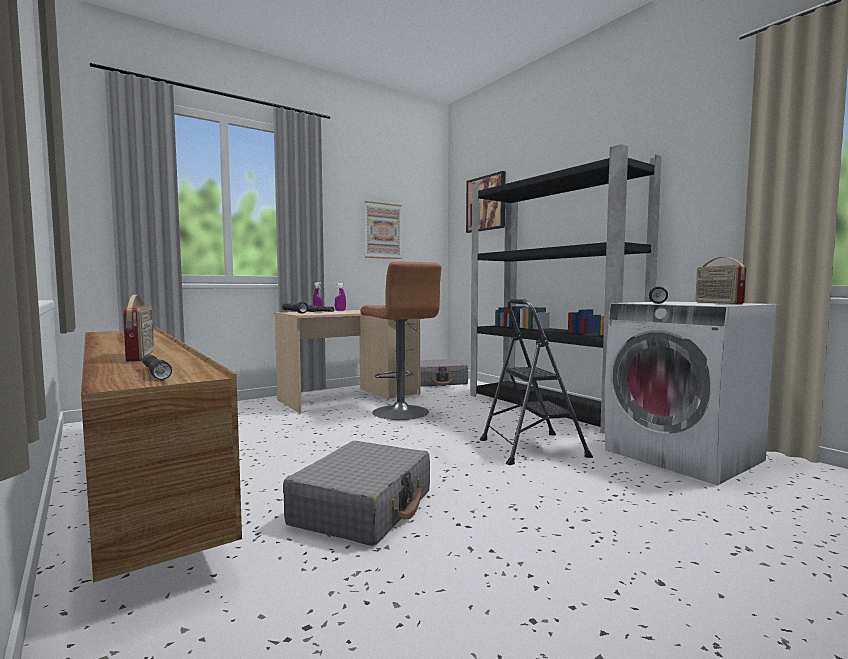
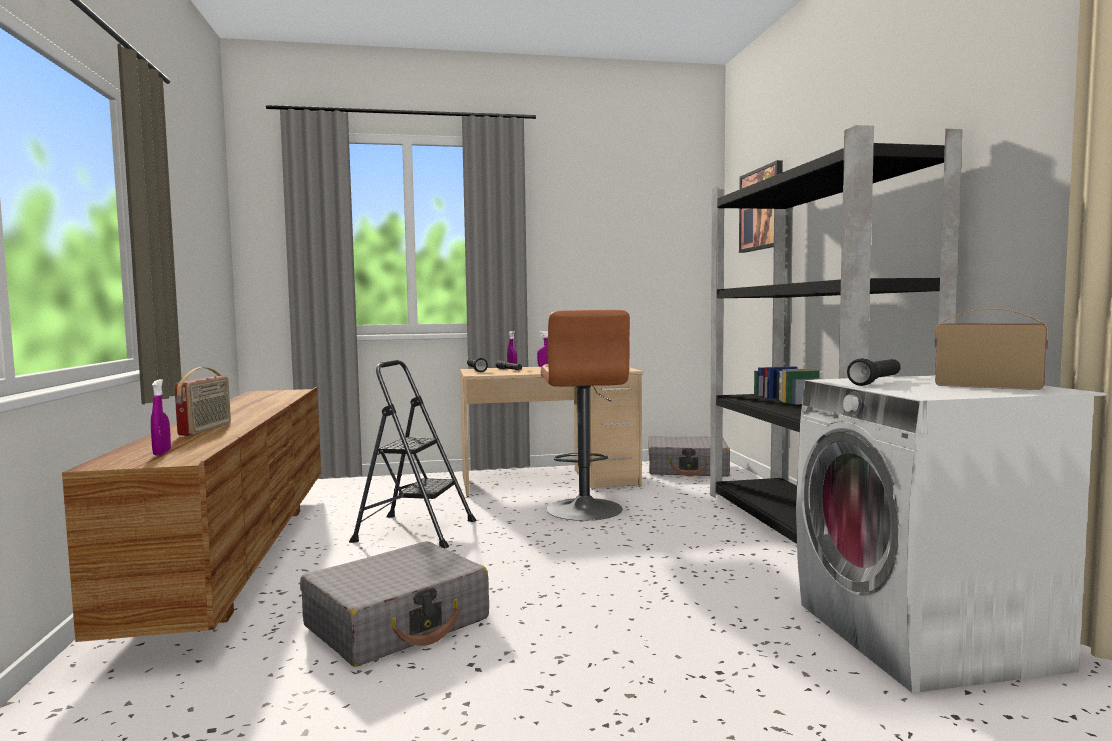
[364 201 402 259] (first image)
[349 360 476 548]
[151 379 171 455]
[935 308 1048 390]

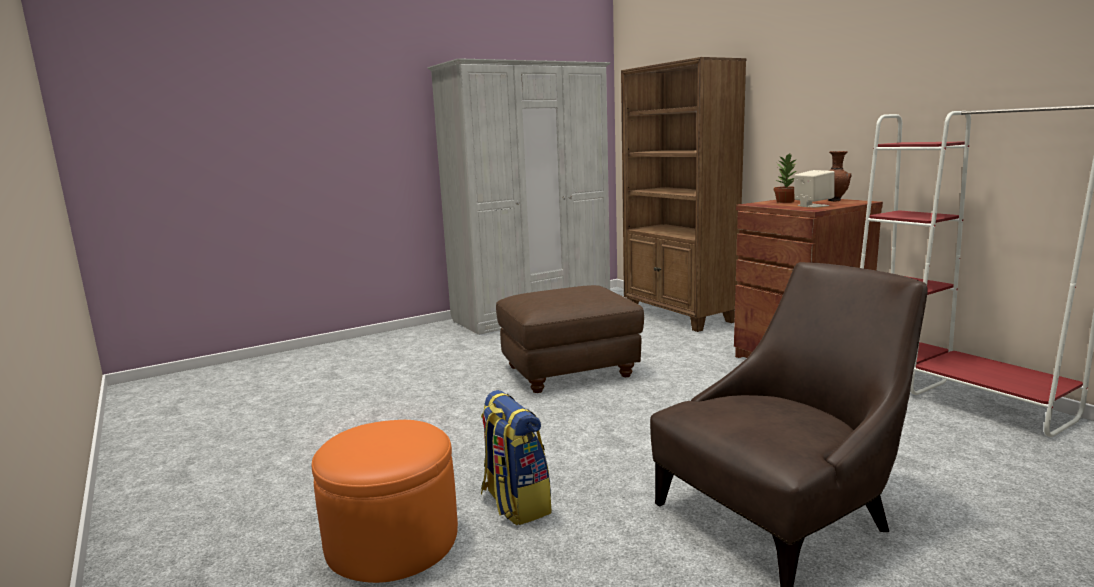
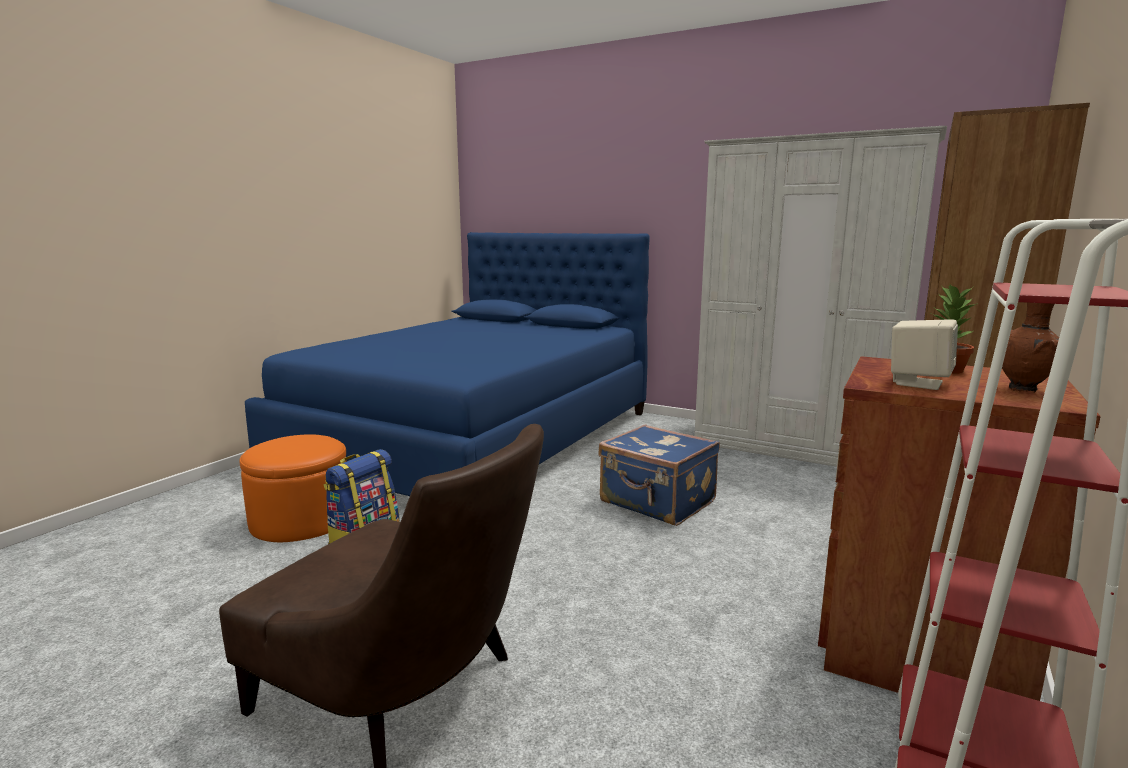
[245 232 650 496]
[598 424 720 526]

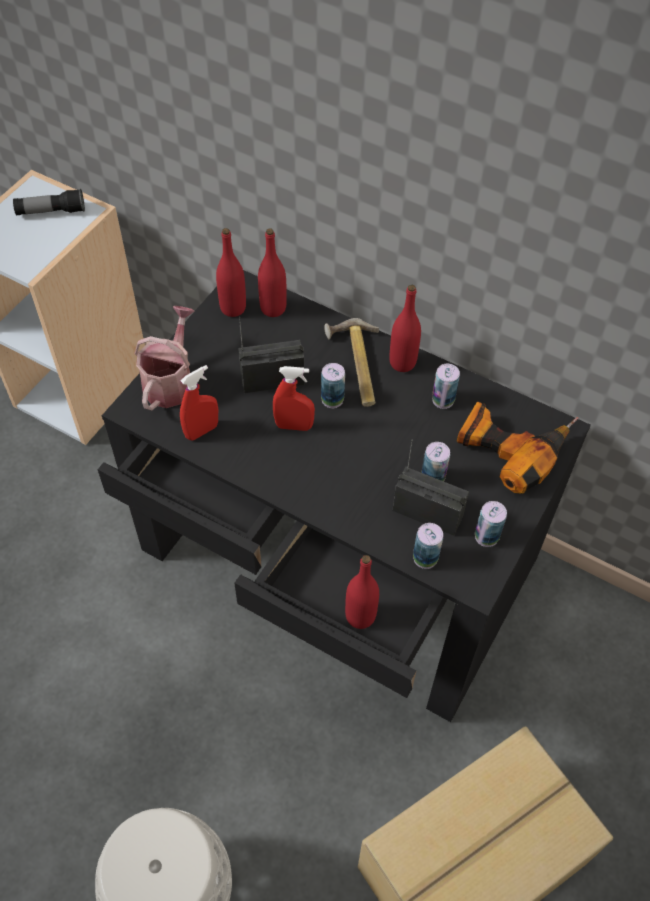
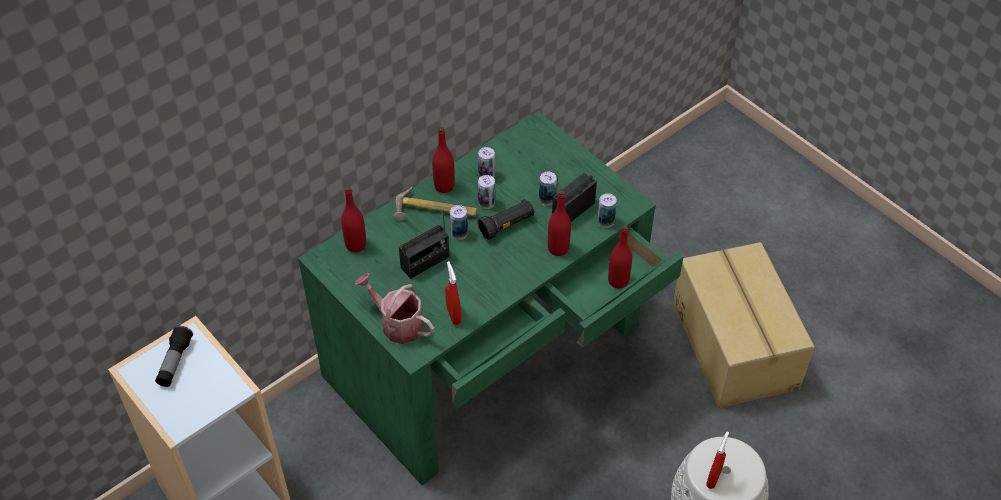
[457 402 579 494] (first image)
[477 199 535 240]
[548 190 571 256]
[706 432 729 489]
[478 175 495 209]
[298 111 683 485]
[399 210 450 279]

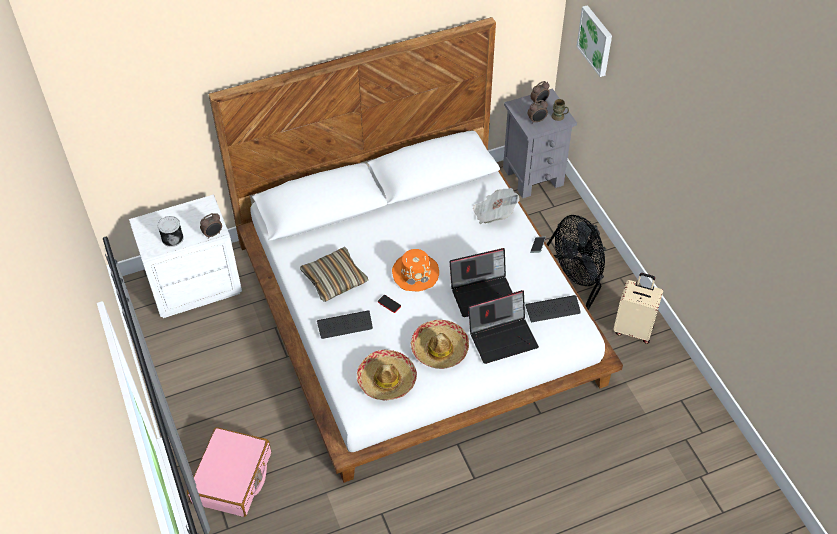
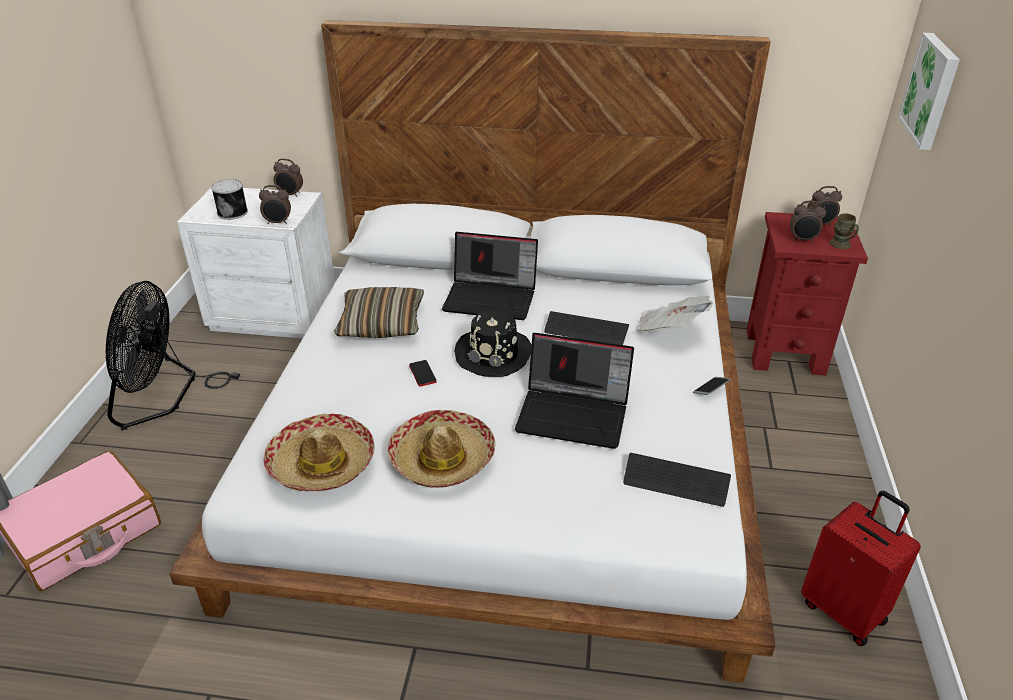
[273 159 303 197]
[544 311 629 345]
[442 232 538 320]
[106 281 240 431]
[454 311 532 377]
[746 212 868 376]
[801 491 921 646]

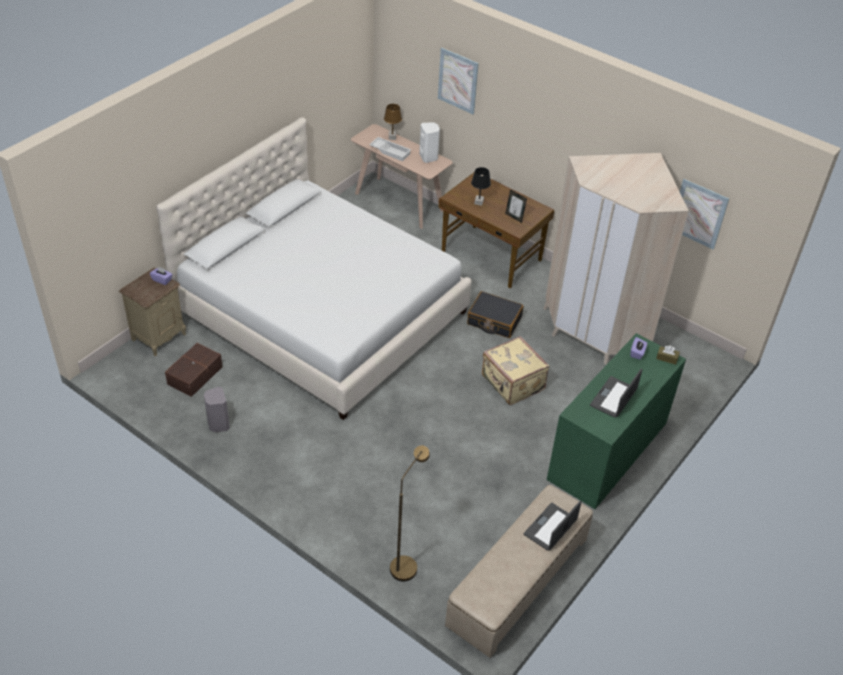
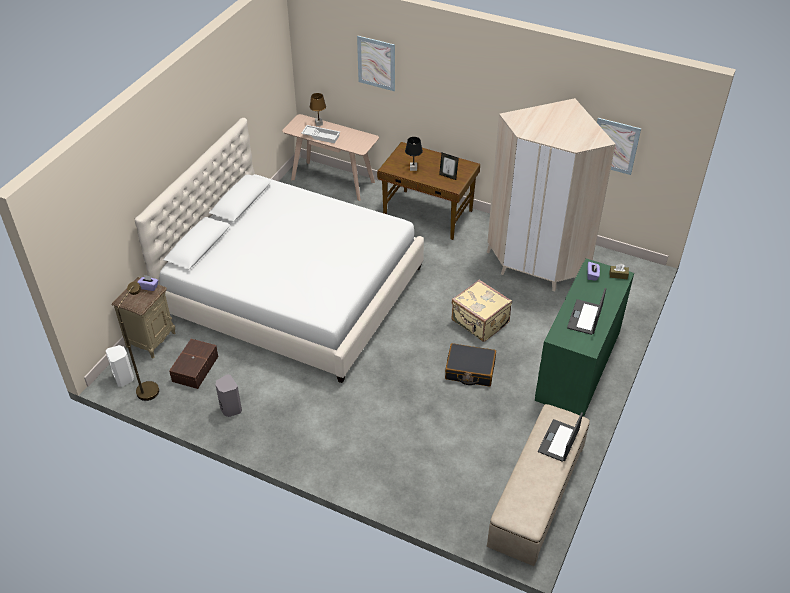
[118 282 159 401]
[106 345 134 387]
[445 343 496 386]

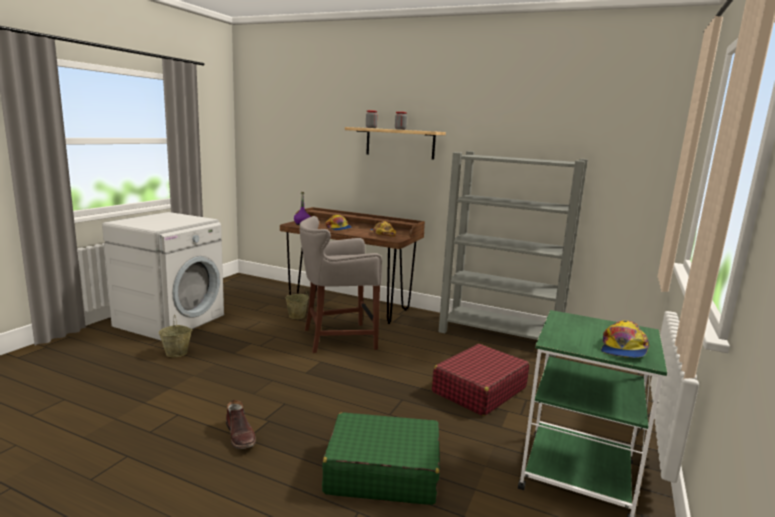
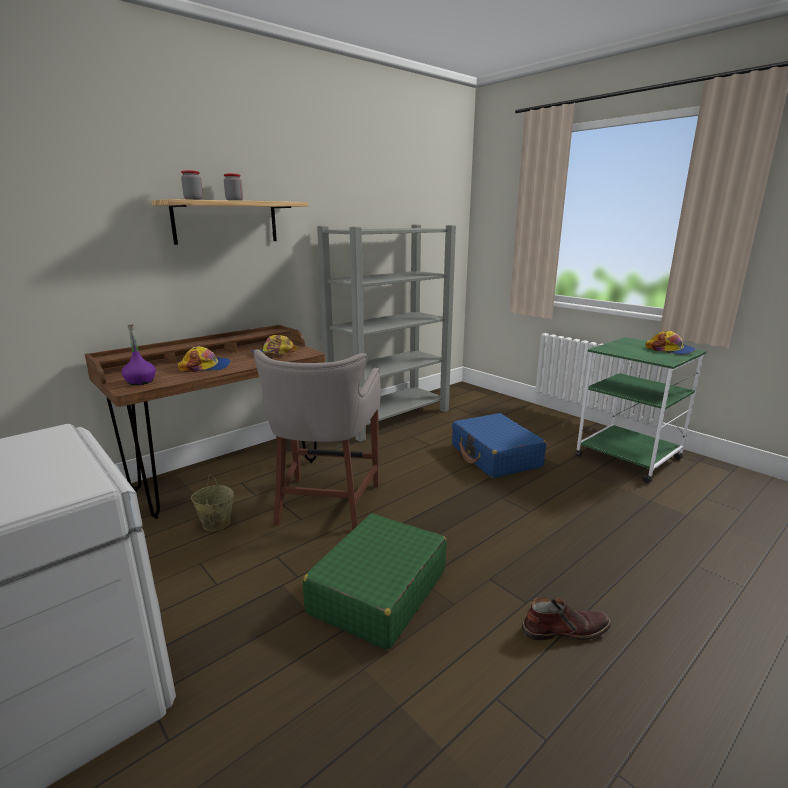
[159 314 192 357] (first image)
[303 514 447 650]
[452 413 546 478]

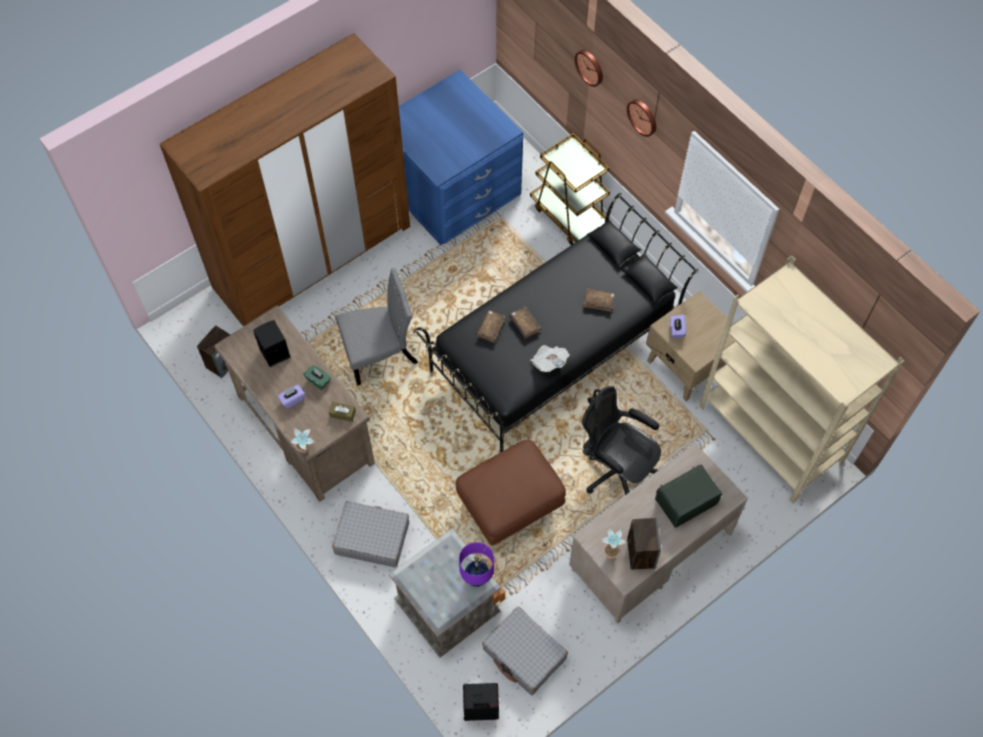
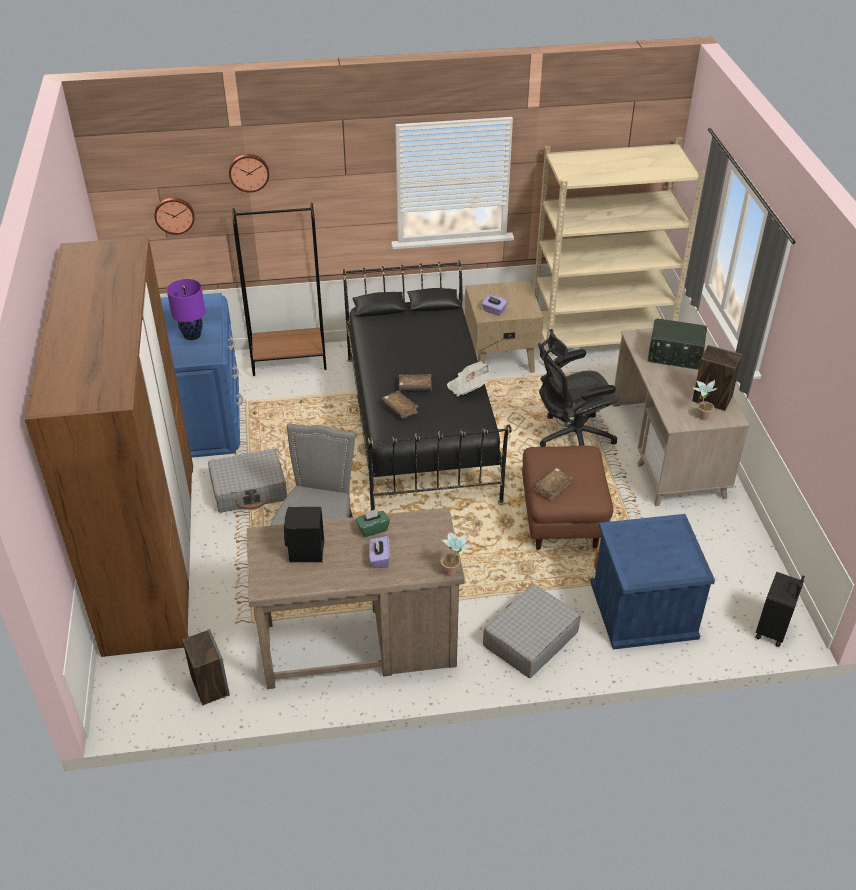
[329 402 356 422] (first image)
[167 279 205 340]
[208 449 287 513]
[534 467 573 501]
[154 198 195 235]
[232 202 327 376]
[590 514 715 649]
[648 319 707 370]

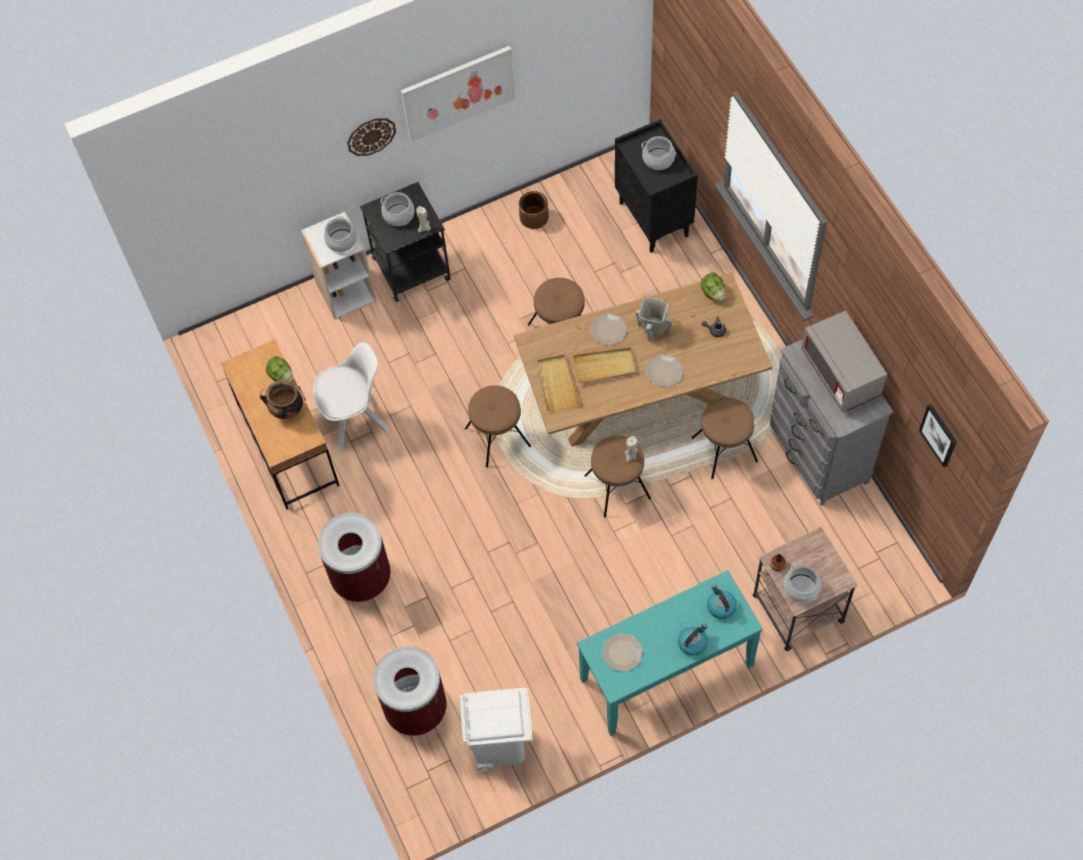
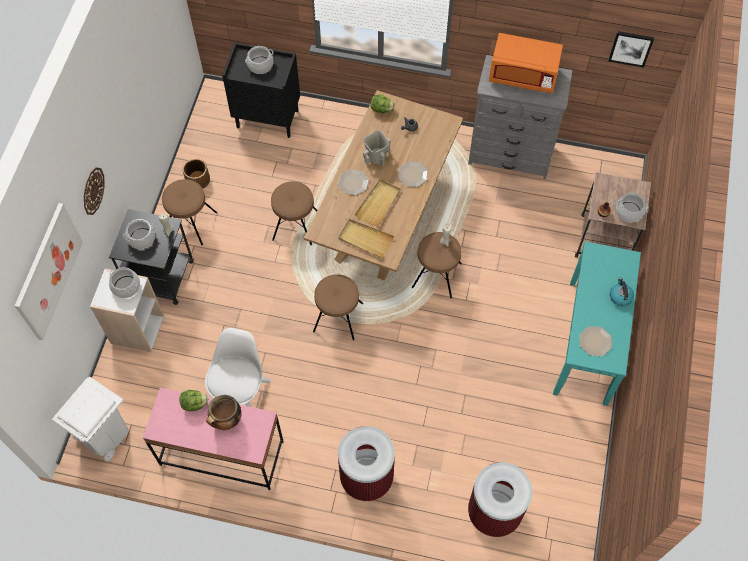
[707 585 737 619] (first image)
[15 203 83 340]
[52 377 128 462]
[162 179 217 245]
[143 387 284 490]
[489 33 563 93]

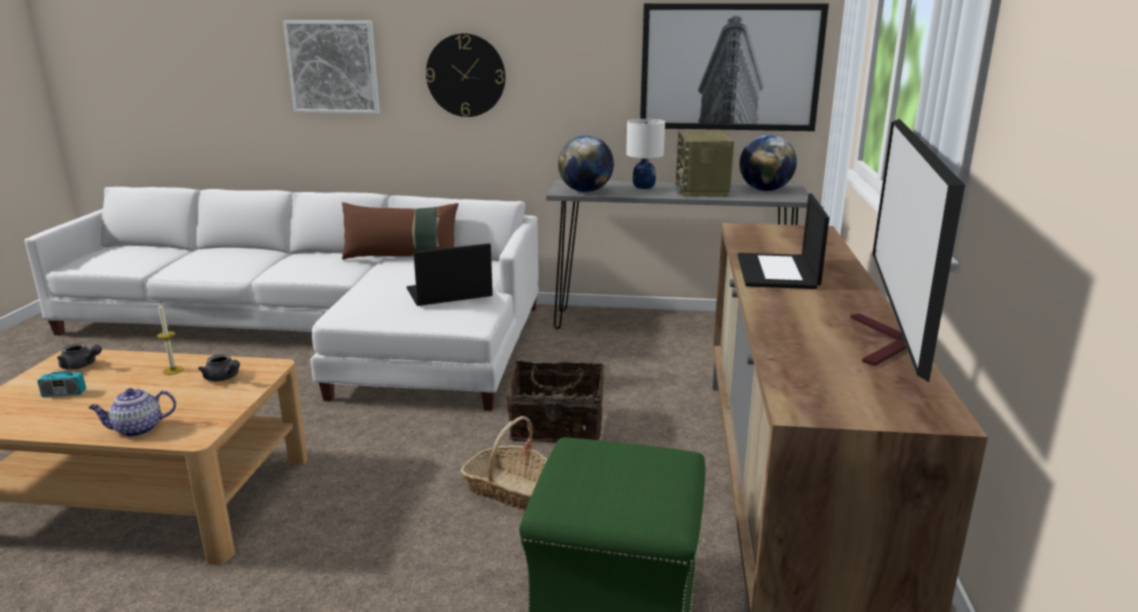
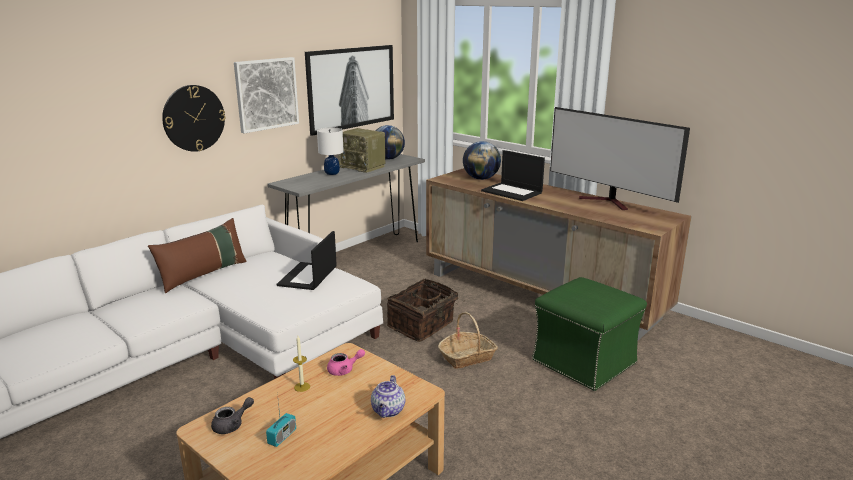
[234 57 299 133]
[463 141 501 180]
[327 349 365 376]

